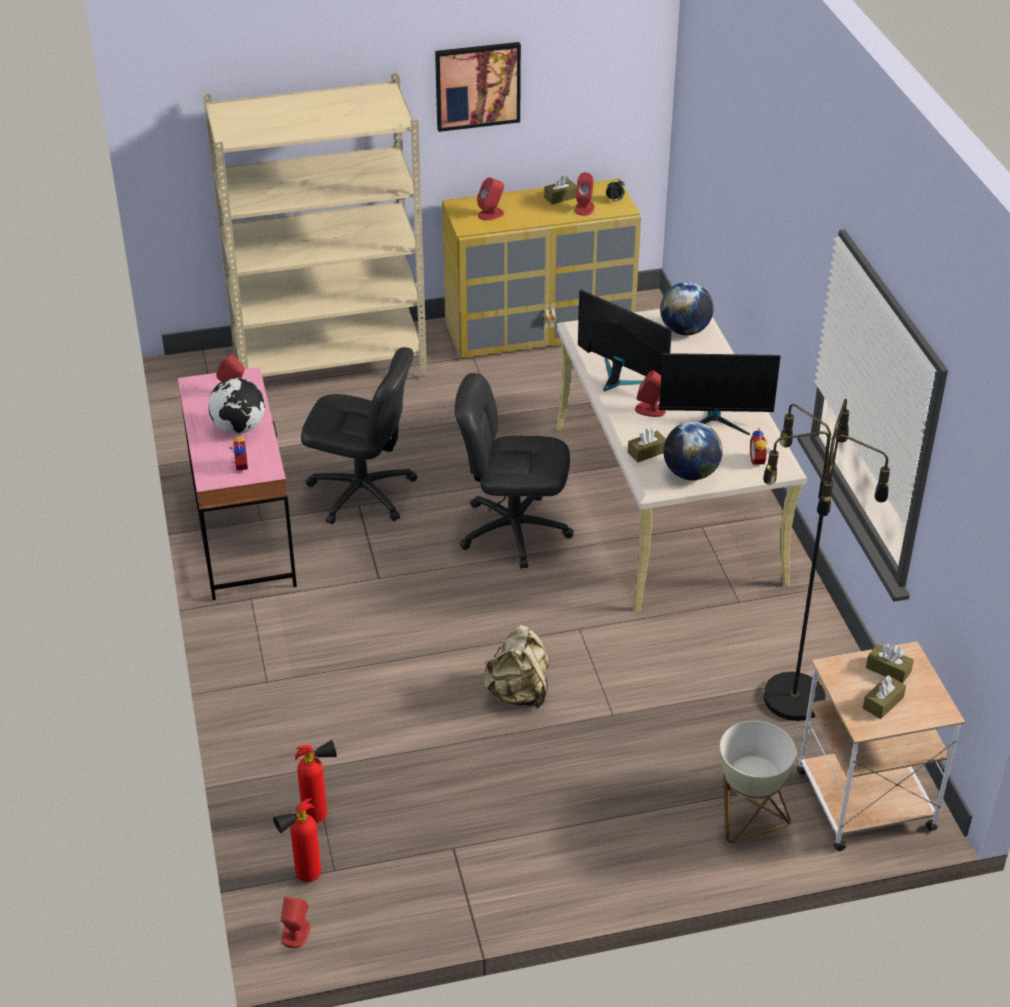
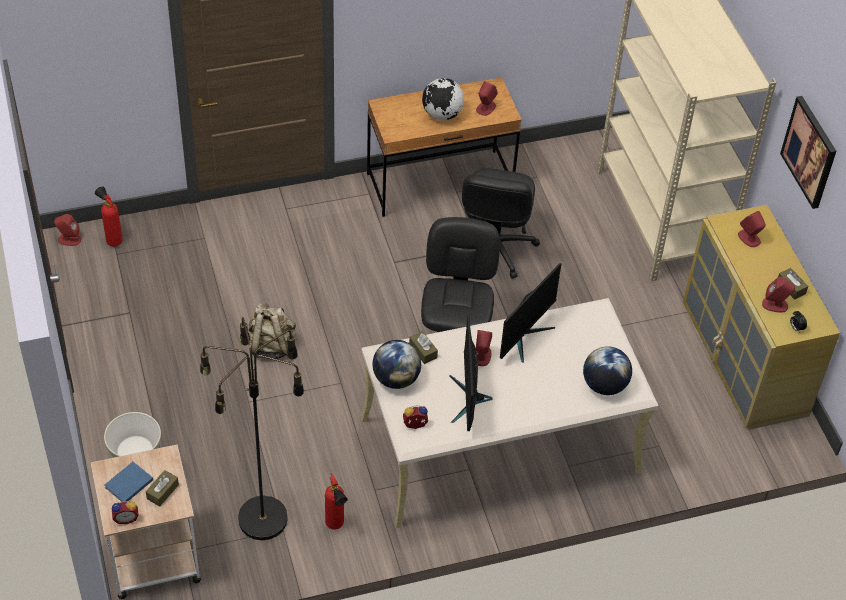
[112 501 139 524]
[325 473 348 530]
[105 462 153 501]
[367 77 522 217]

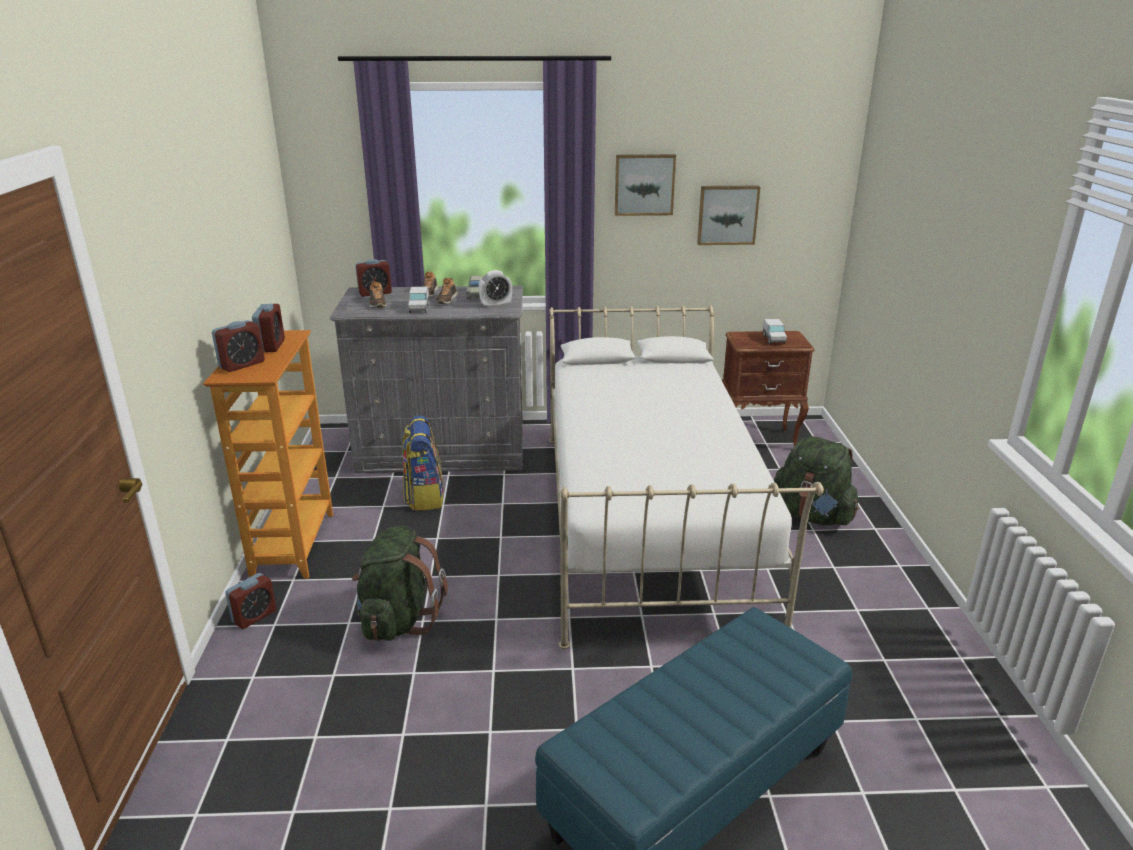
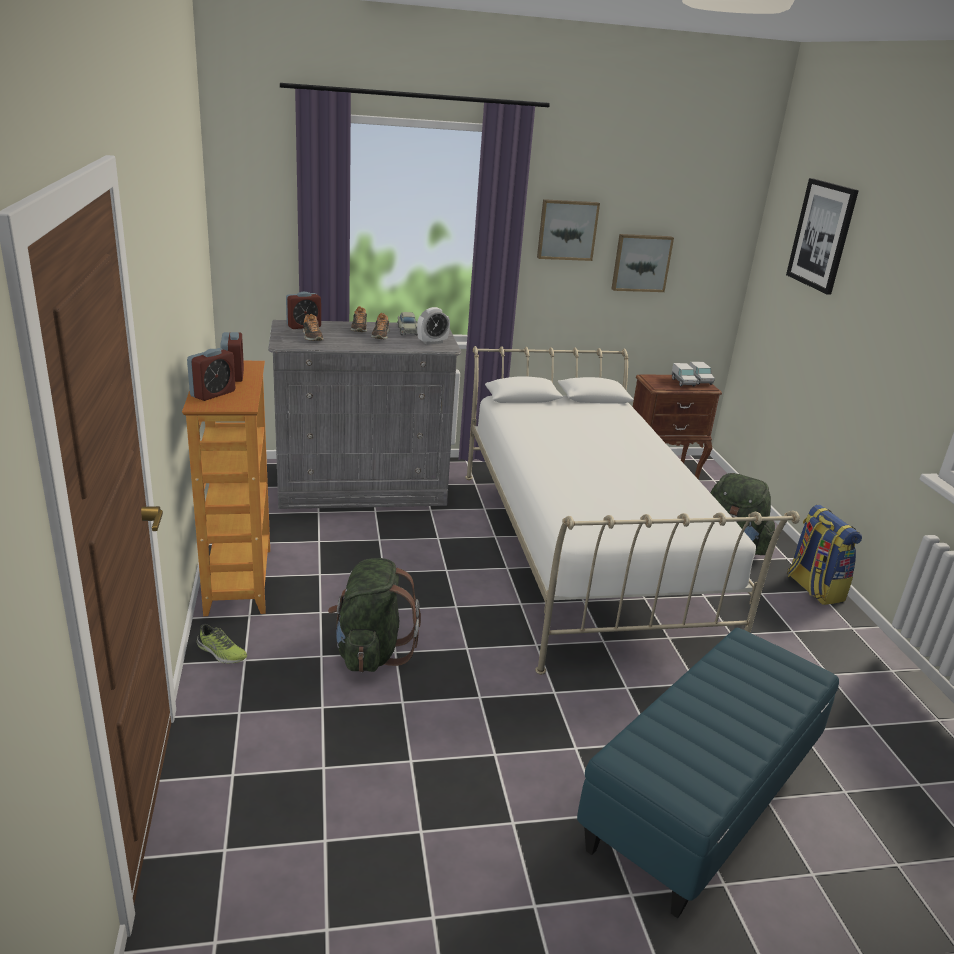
[786 178 859 295]
[787 505 862 605]
[690 362 715 385]
[197 624 247 664]

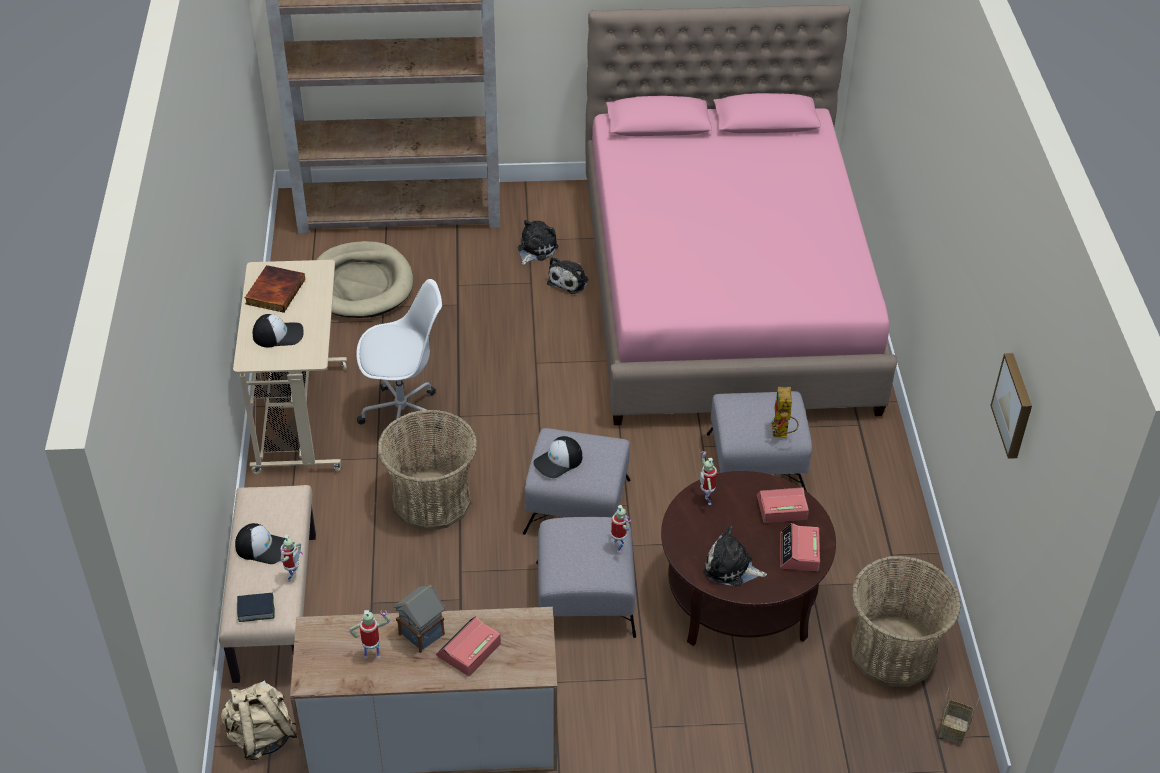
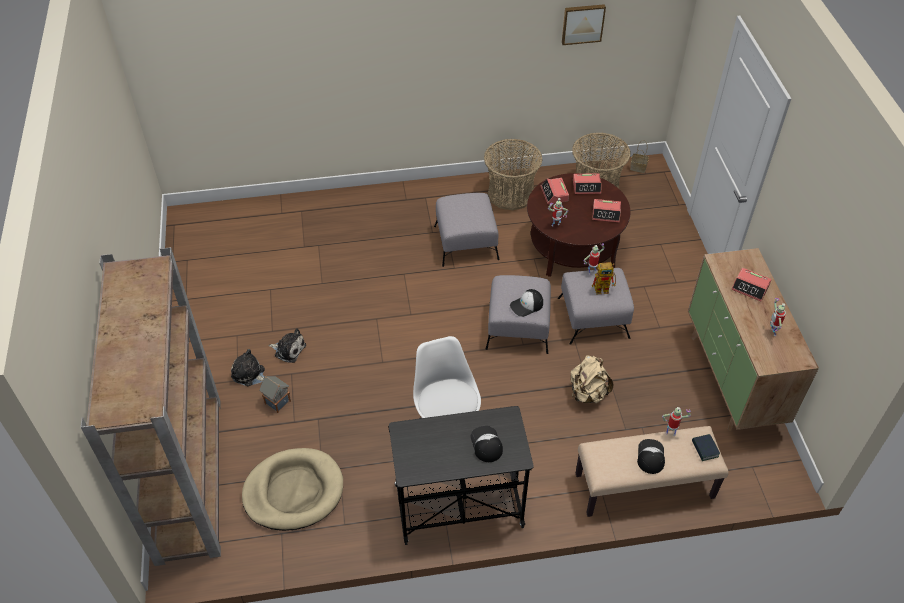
[245 265 305 312] (first image)
[586 4 898 425] (first image)
[571 355 613 403]
[484 139 543 210]
[259 376 291 413]
[592 262 616 294]
[592 199 621 223]
[388 406 534 545]
[510 289 543 317]

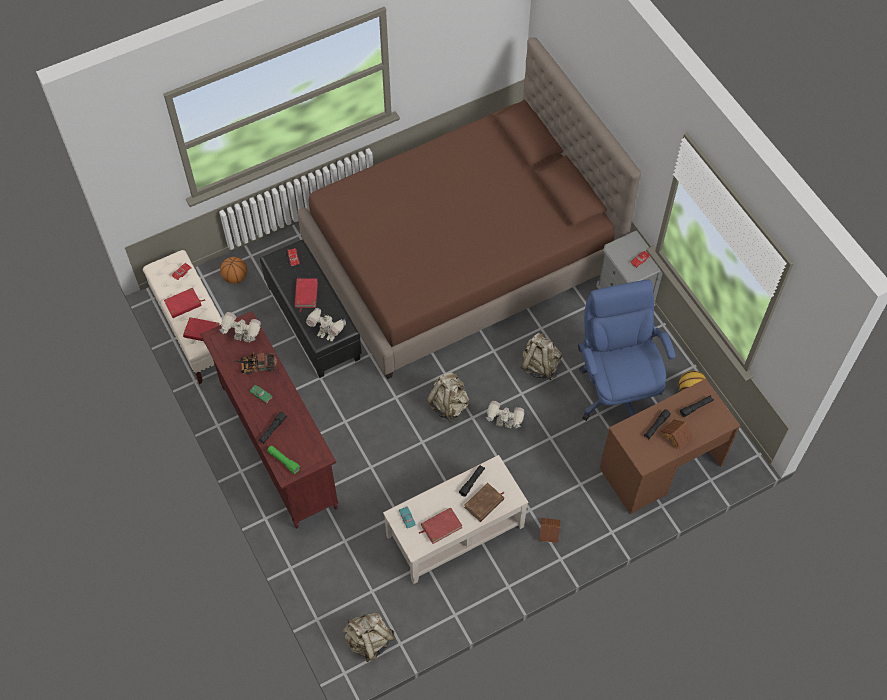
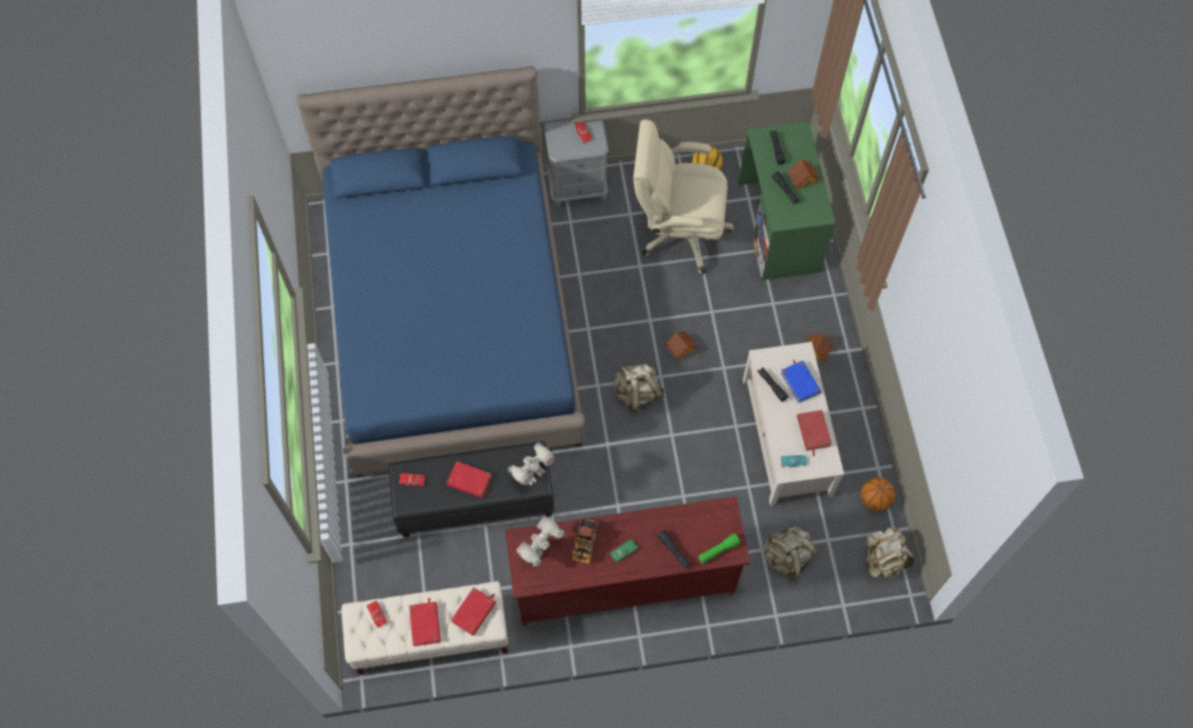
[861 478 895 511]
[762 527 819 580]
[665 332 698 361]
[296 66 585 477]
[781 360 821 403]
[633 119 734 275]
[739 121 836 280]

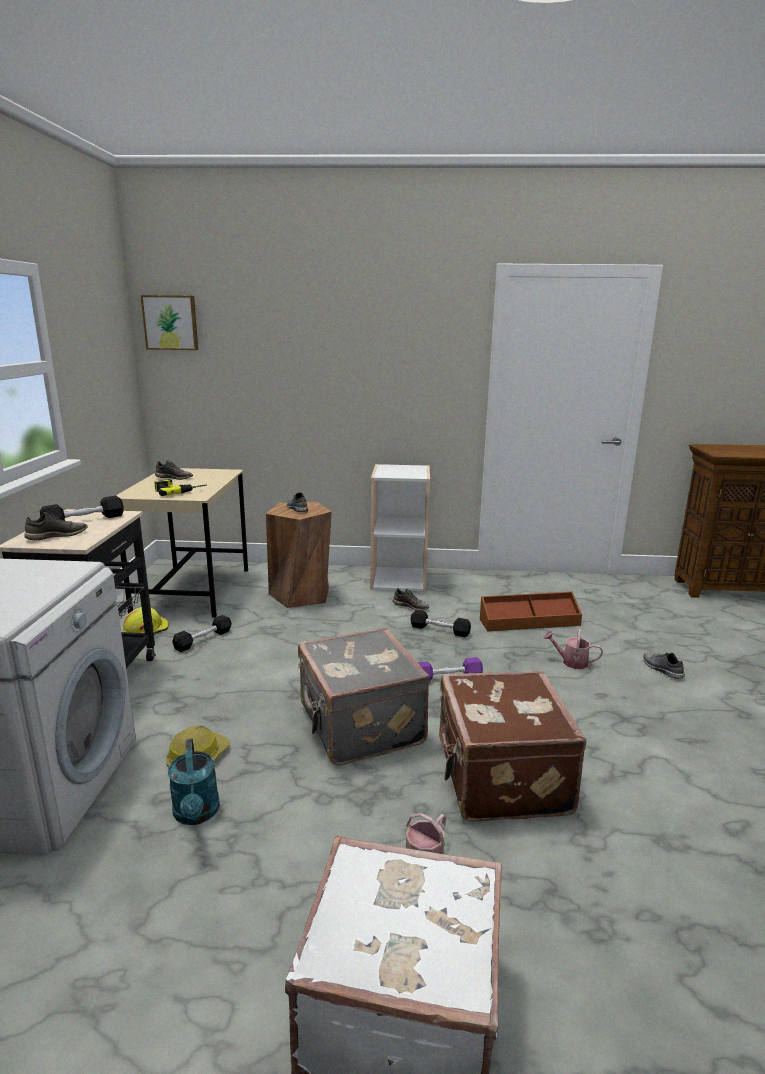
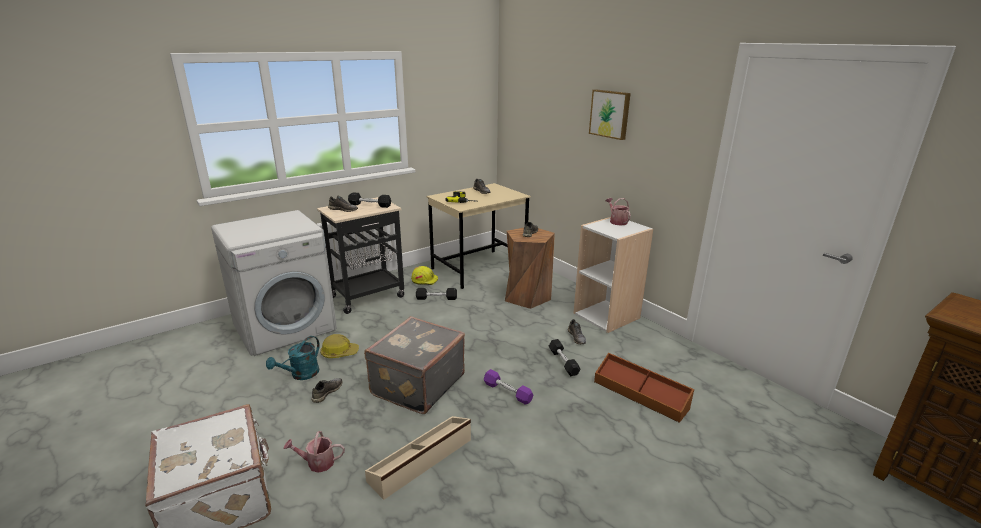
[589 89 631 140]
[606 198 631 226]
[311 378 343 403]
[365 416 471 500]

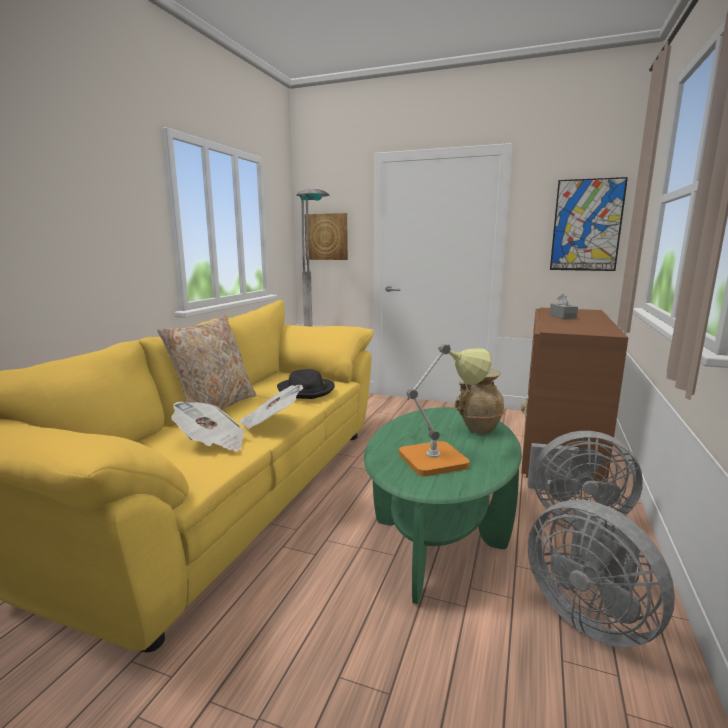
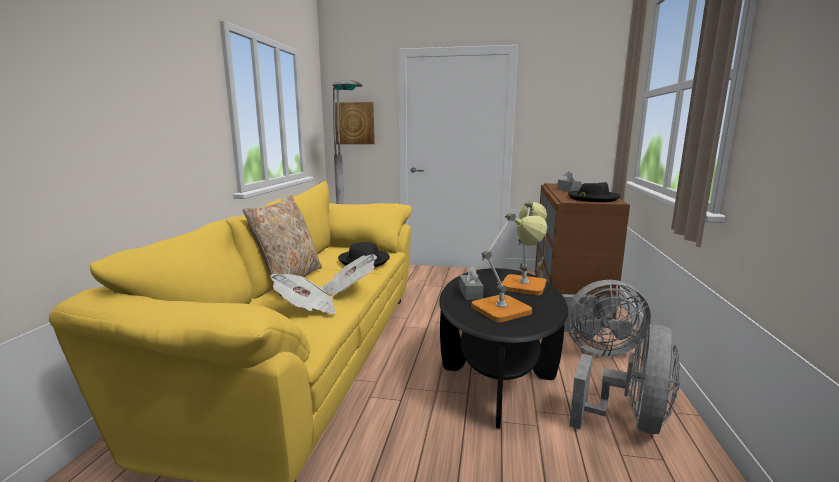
[550 177 628 271] (first image)
[459 267 483 300]
[568 182 620 202]
[502 201 547 295]
[439 268 568 429]
[570 325 680 434]

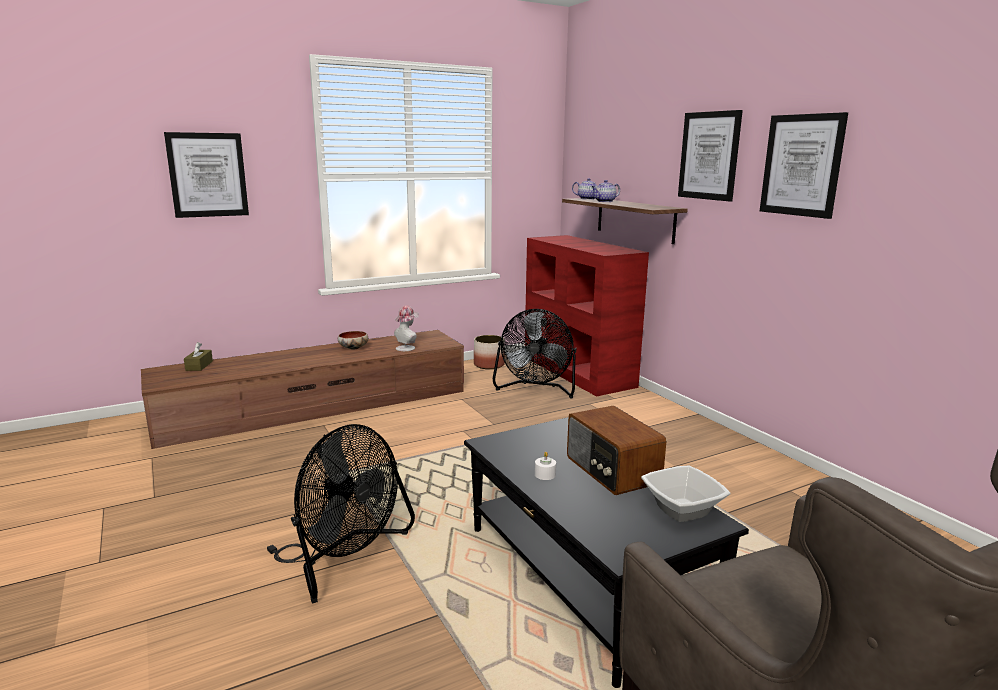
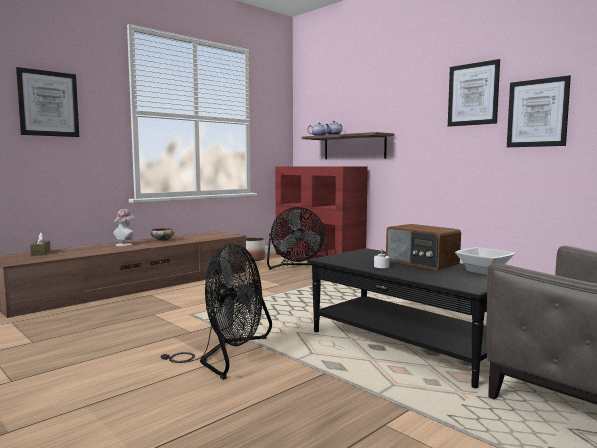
[113 209 135 246]
[507 75 571 147]

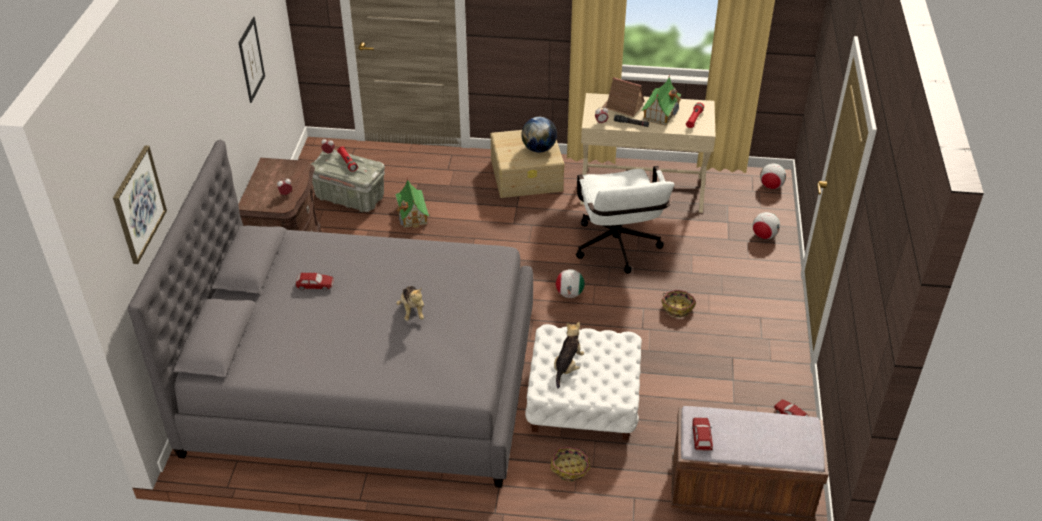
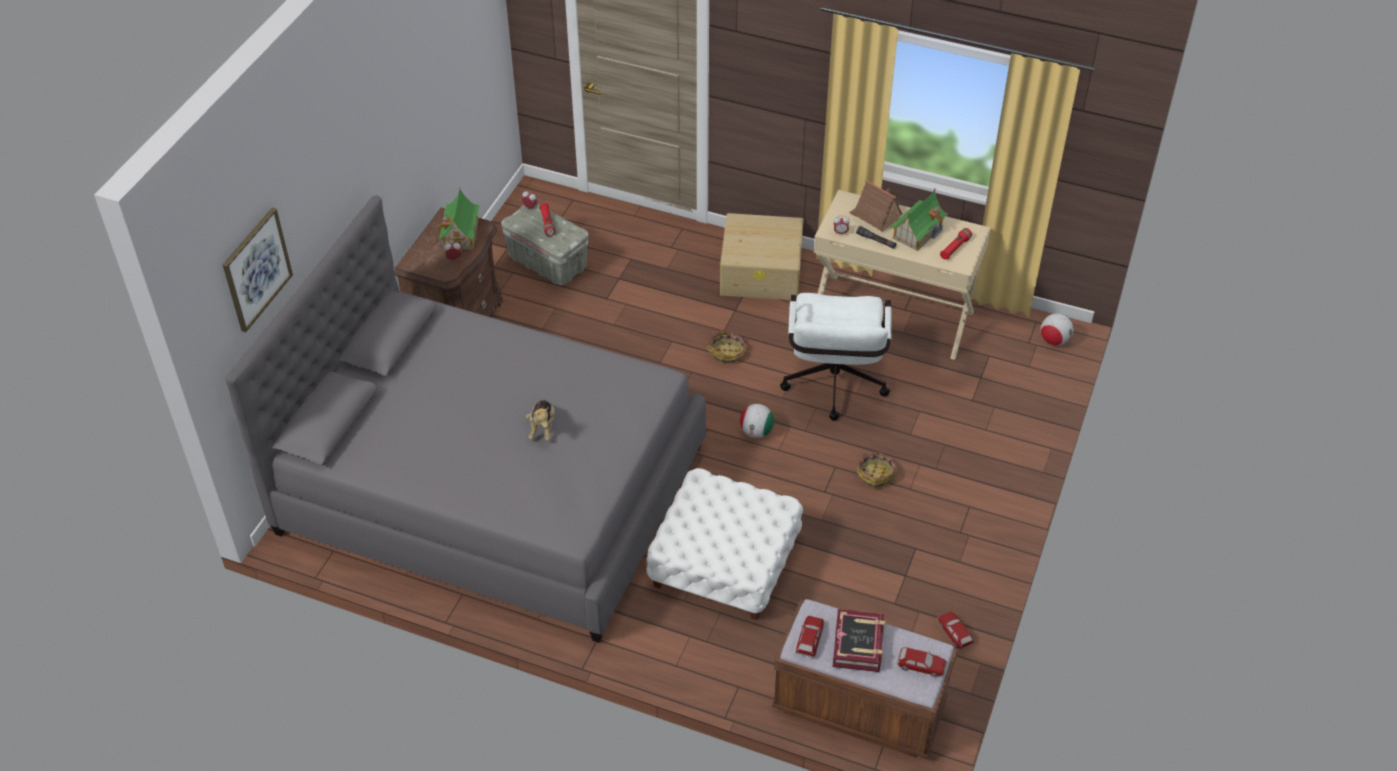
[238 17 265 103] (first image)
[521 117 557 153] (first image)
[554 322 584 389] (first image)
[752 212 780 239] (first image)
[833 609 885 672]
[897 648 947 677]
[437 189 480 251]
[707 331 747 364]

